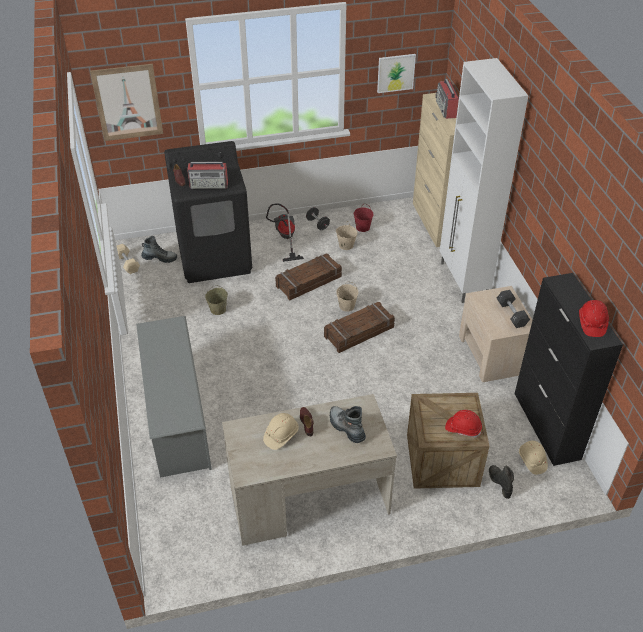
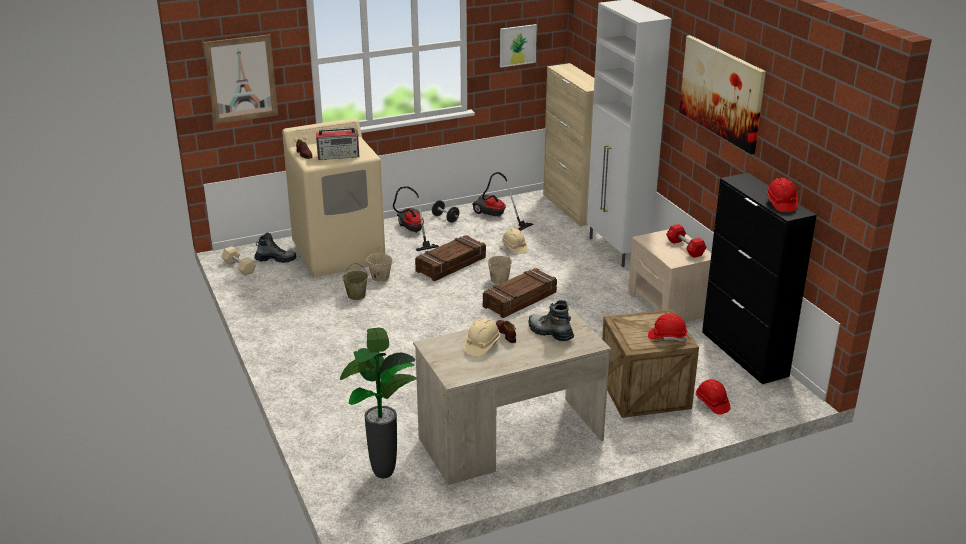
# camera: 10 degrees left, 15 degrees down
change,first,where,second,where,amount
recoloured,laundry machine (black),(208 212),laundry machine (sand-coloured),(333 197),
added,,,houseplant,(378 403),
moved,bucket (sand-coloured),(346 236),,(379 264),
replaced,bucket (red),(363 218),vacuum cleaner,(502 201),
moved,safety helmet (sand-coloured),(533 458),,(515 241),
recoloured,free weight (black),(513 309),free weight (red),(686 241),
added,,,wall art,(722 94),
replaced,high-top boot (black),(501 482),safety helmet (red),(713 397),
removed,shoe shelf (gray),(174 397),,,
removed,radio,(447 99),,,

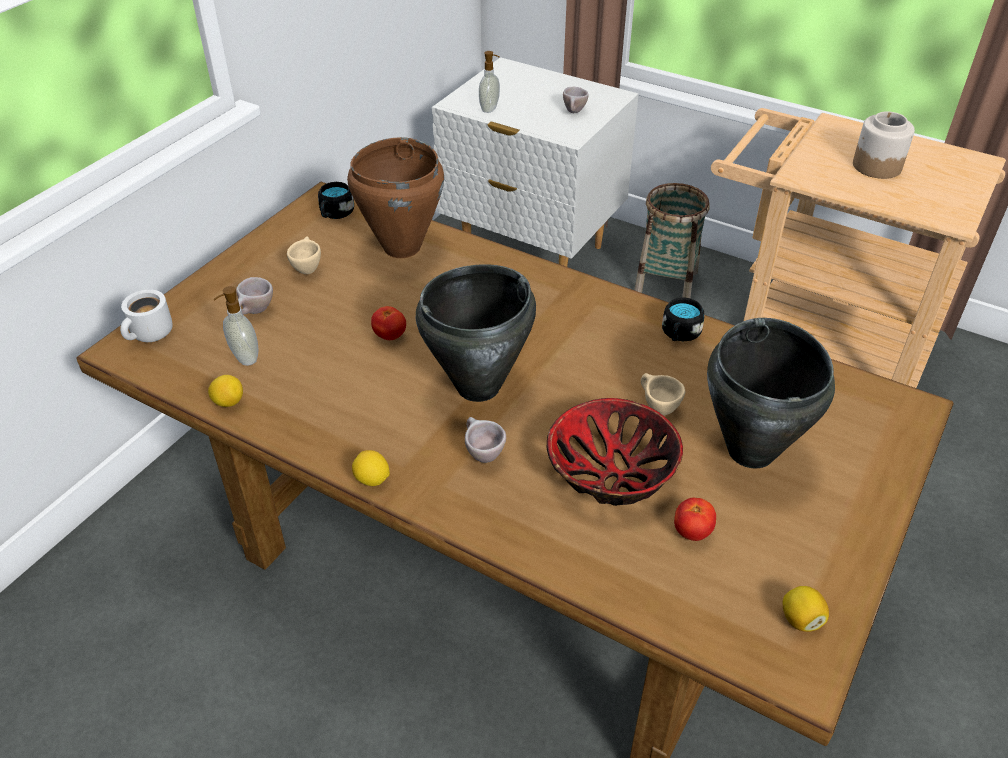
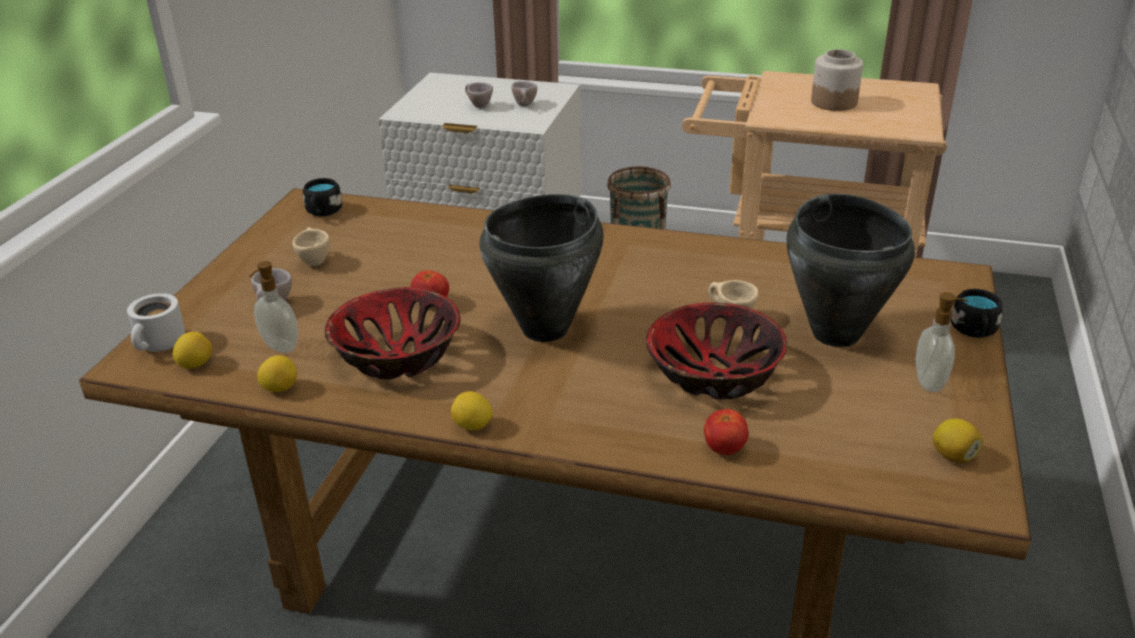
# camera: 15 degrees left, 10 degrees down
change,first,where,second,where,amount
added,,,lemon,(192 350),
added,,,serving bowl,(393 333),
moved,small cup (sand-coloured),(485 440),,(479 95),
moved,tomato,(695 519),,(726 432),
moved,liquid soap bottle,(489 82),,(942 342),
moved,coffee mug (black),(683 319),,(977 313),
removed,saucepot (brown-coloured),(395 197),,,

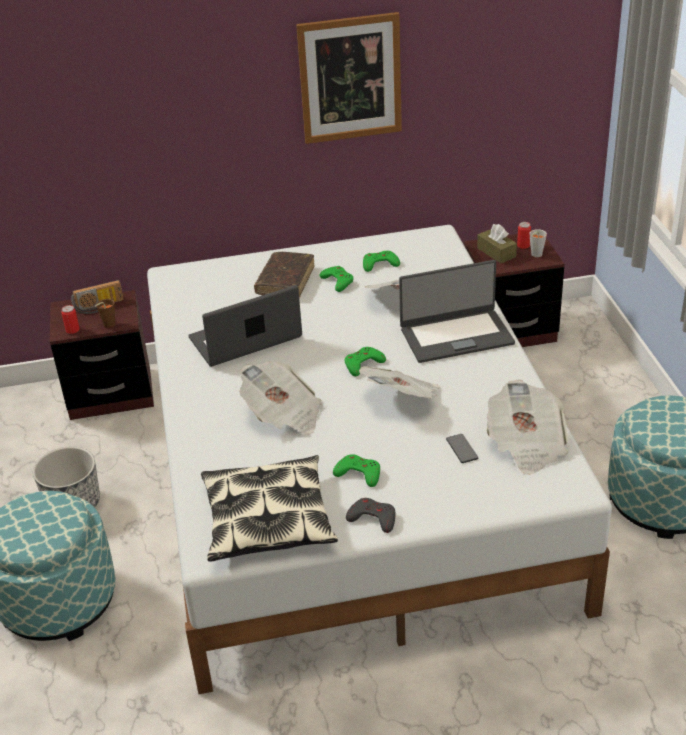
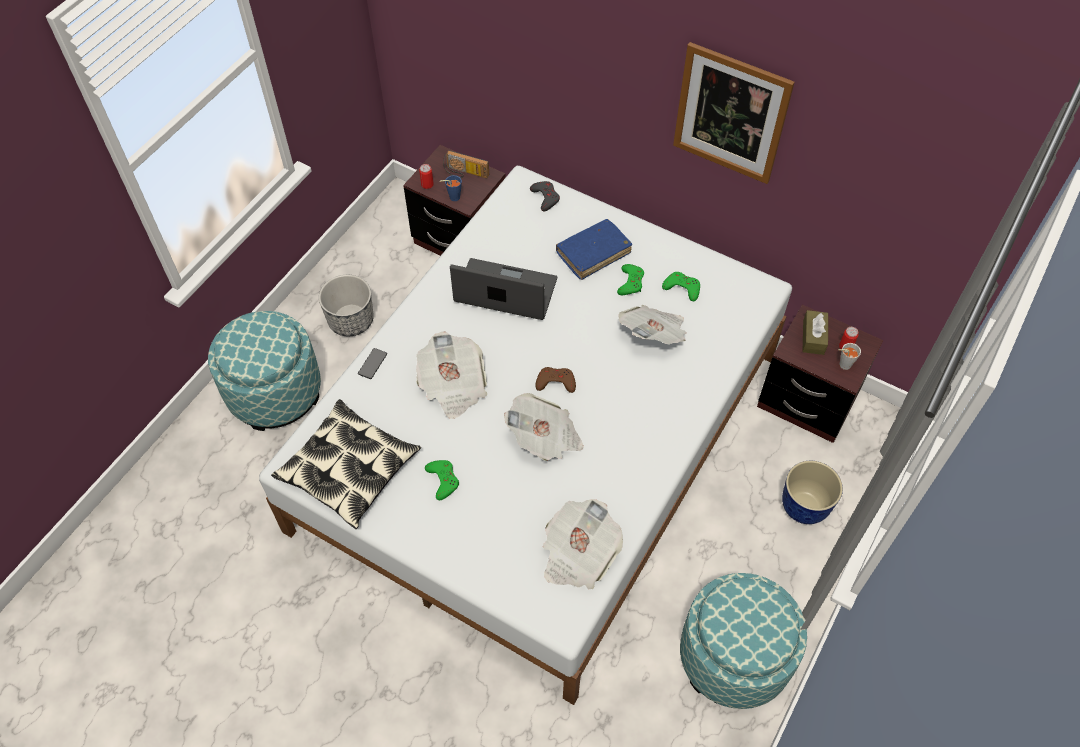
# camera: 40 degrees right, 20 degrees up
change,first,where,second,where,amount
moved,phone,(462 448),,(372 363),
recoloured,small cup (brown-coloured),(105 313),small cup (bluish),(451 188),
moved,joypad (gray),(371 515),,(545 196),
recoloured,joypad (green),(365 361),joypad (brown-coloured),(555 380),
recoloured,bound book (brown-coloured),(284 275),bound book (bluish),(594 249),
added,,,plant pot,(812 492),
removed,portable computer,(457 311),,,

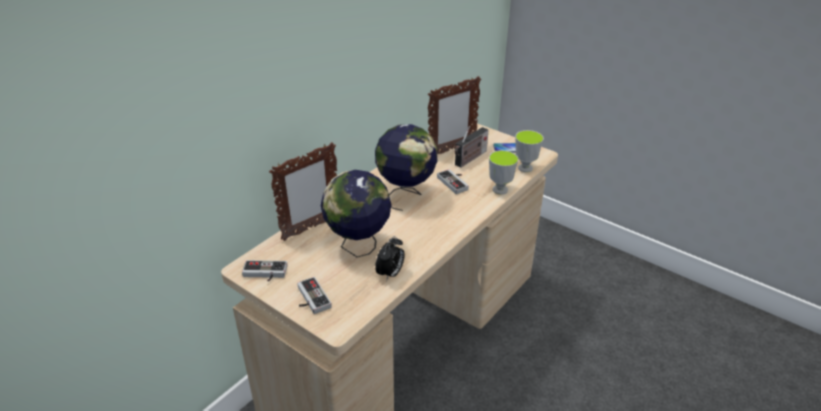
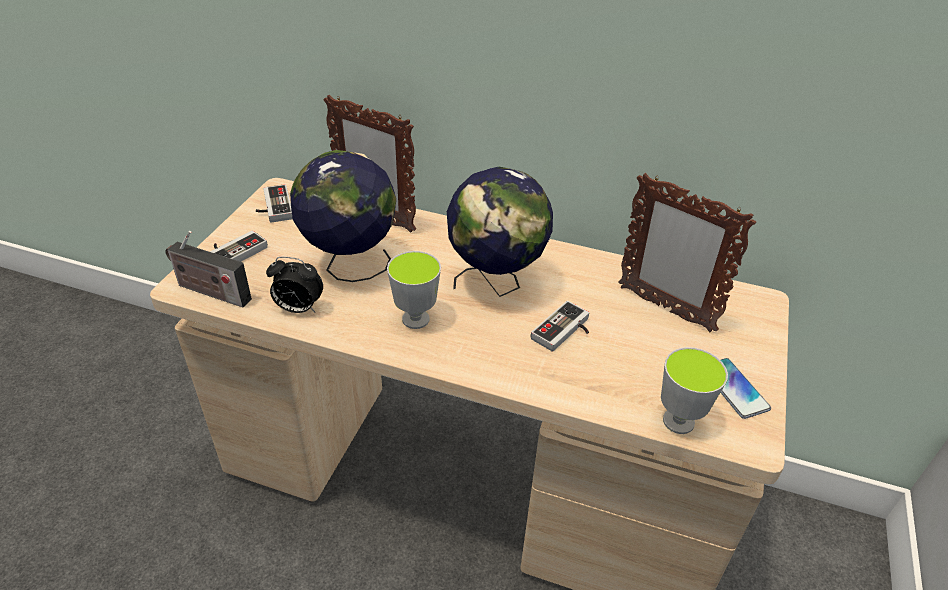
# camera: 70 degrees right, 5 degrees up
change,first,where,second,where,amount
moved,radio,(471 147),,(208 269),
moved,small cup,(503 172),,(414 290),

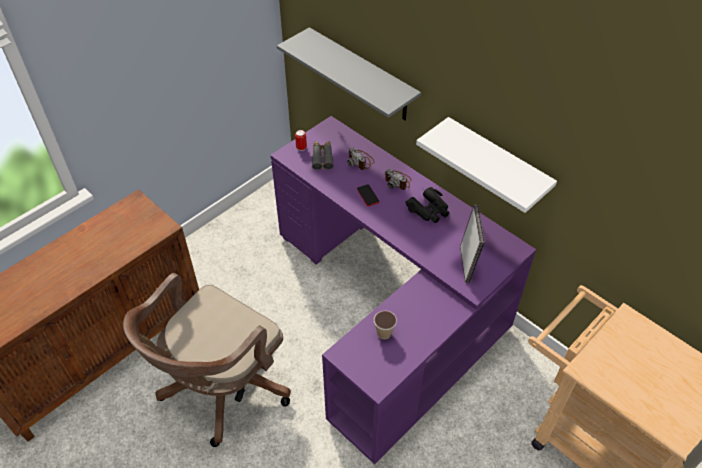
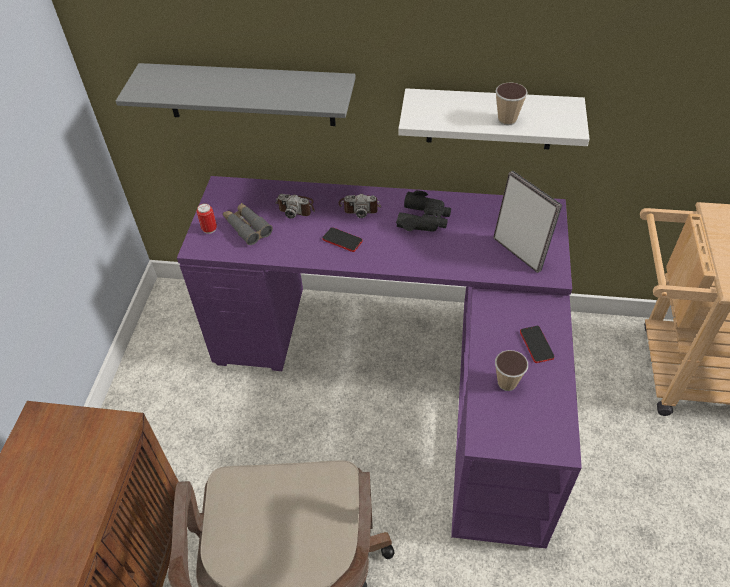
# camera: 35 degrees left, 0 degrees up
change,first,where,second,where,amount
added,,,small cup,(511 103),
added,,,phone,(537 344),

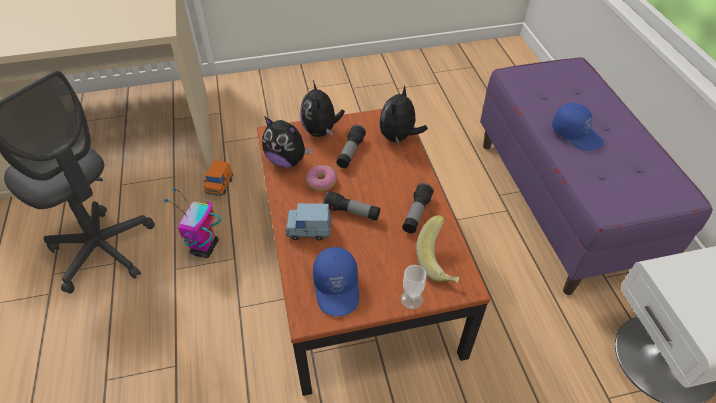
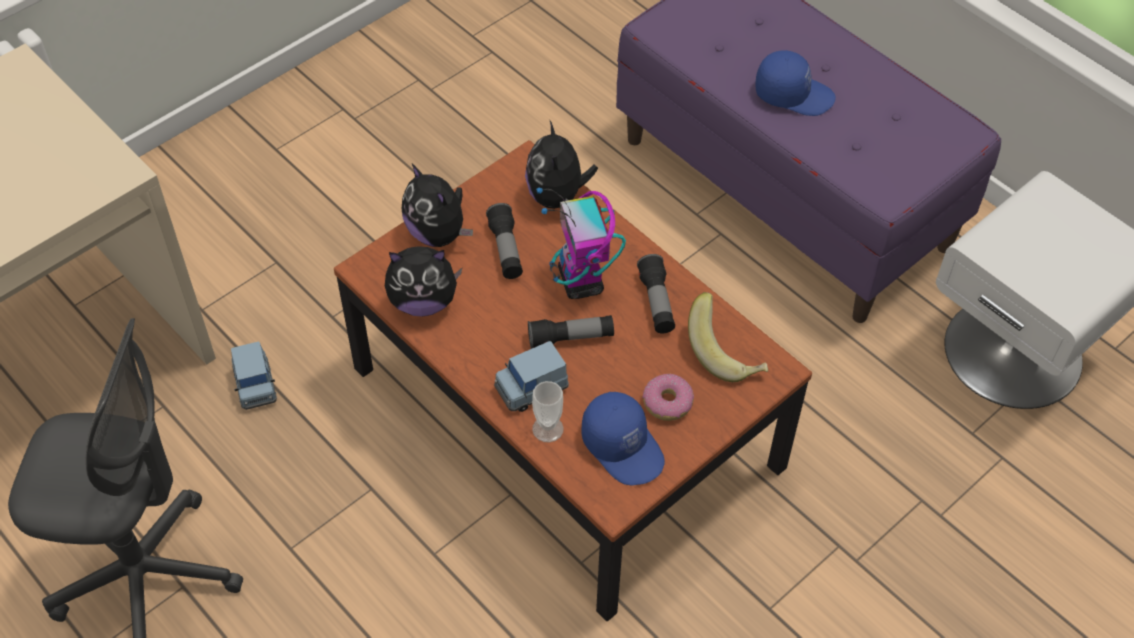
# camera: 30 degrees left, 5 degrees up
change,first,where,second,where,amount
recoloured,miniature car (orange-coloured),(218 178),miniature car (bluish),(254 375),
moved,small cup,(413 287),,(548 411),
moved,toy robot,(192 223),,(581 243),
moved,doughnut,(321 178),,(668 397),

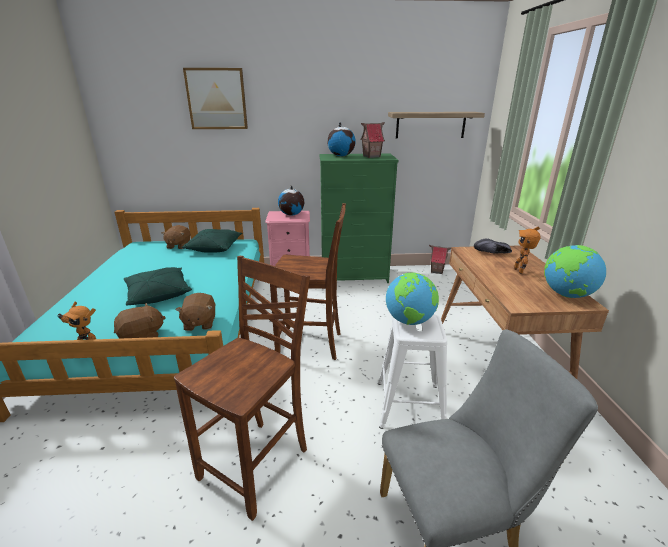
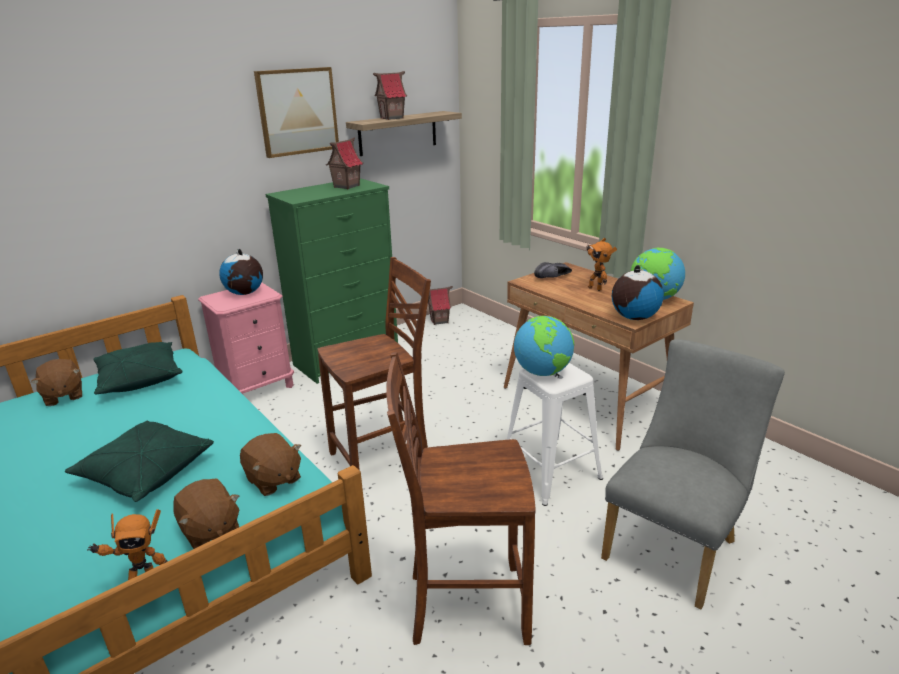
# camera: 35 degrees left, 0 degrees up
change,first,where,second,where,amount
turned,plush toy (brown-coloured),(140 321),,(206 513),120 degrees clockwise
moved,wall art,(215 98),,(296 112),
added,,,model house,(390 95),
turned,chair (brown-coloured),(242 388),,(460 498),90 degrees counterclockwise
moved,desk globe,(341 139),,(638 292),

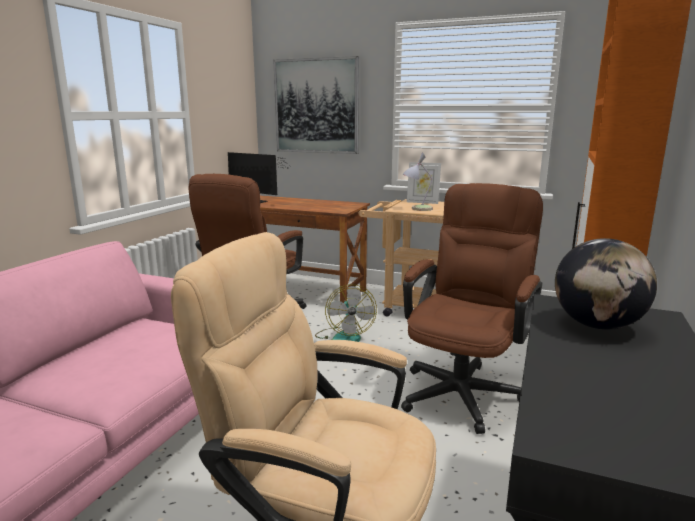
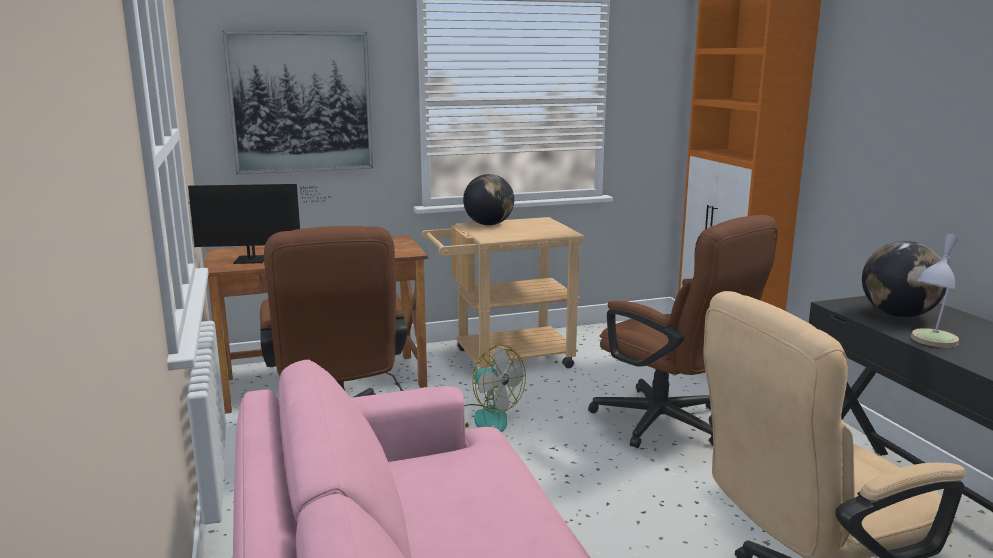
# camera: 40 degrees left, 0 degrees up
change,first,where,second,where,amount
replaced,standing frame,(424 183),desk globe,(488 199),
turned,computer chair (brown-coloured),(472 308),,(683 331),150 degrees clockwise
moved,lamp for a table,(418 181),,(935 291),

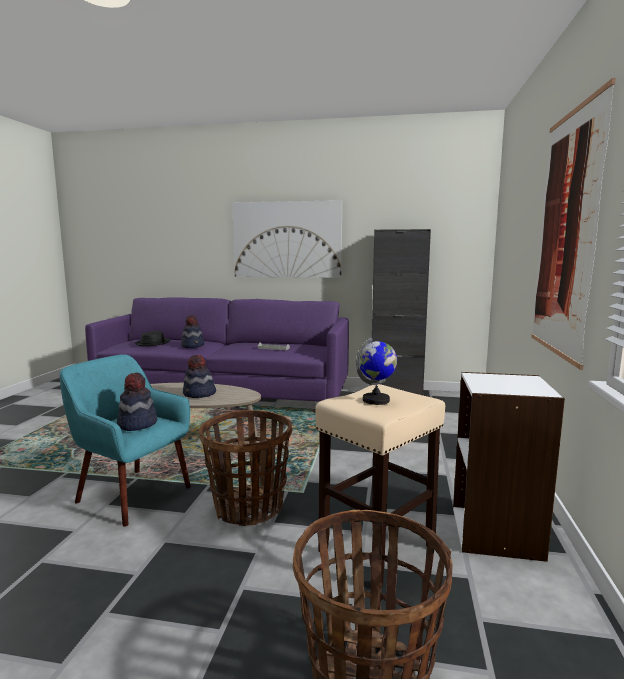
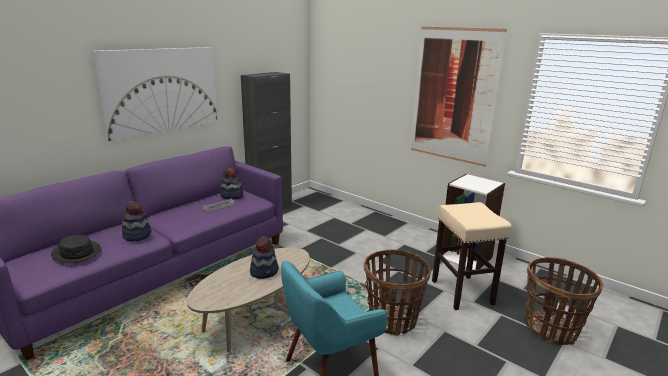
# camera: 60 degrees left, 10 degrees up
change,first,where,second,where,amount
moved,hat,(137 402),,(231 183),
removed,desk globe,(376 371),,,

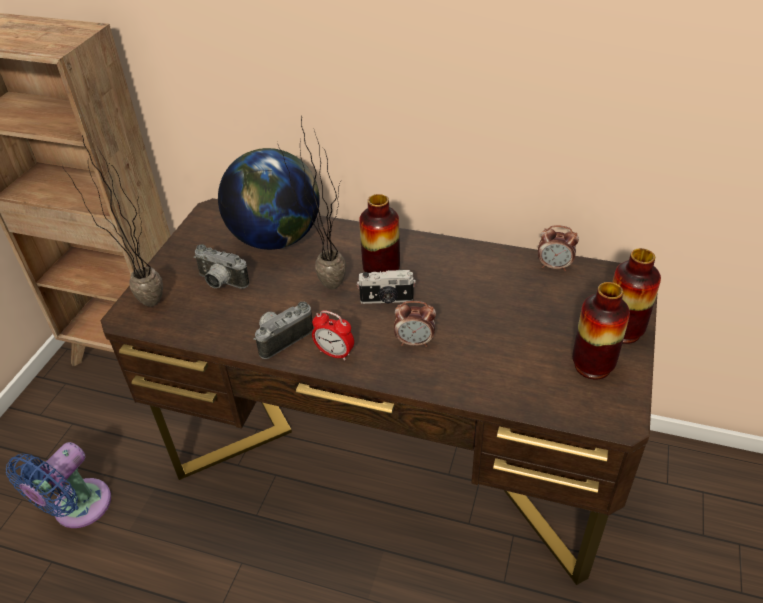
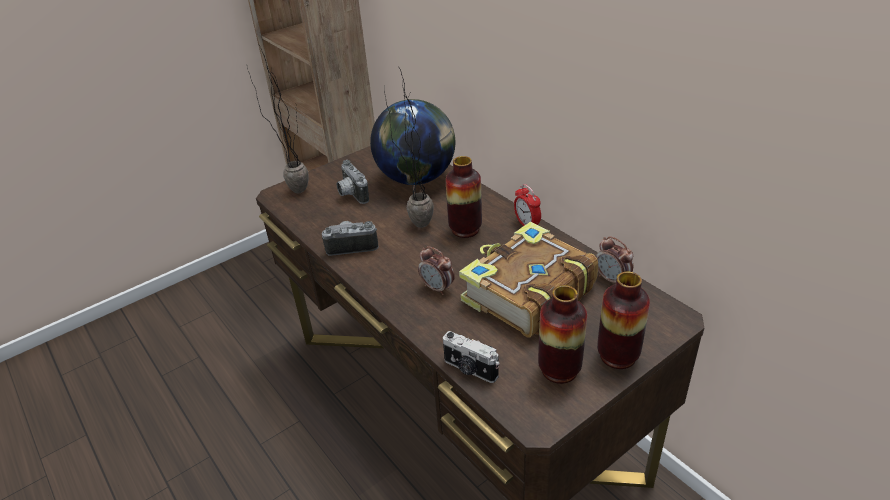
# camera: 35 degrees right, 5 degrees down
change,first,where,second,where,amount
moved,photo camera,(386 287),,(471 357),
added,,,bound book,(528 280),
moved,bedside clock,(333 335),,(527 205),
removed,electric fan (bluish),(58 485),,,

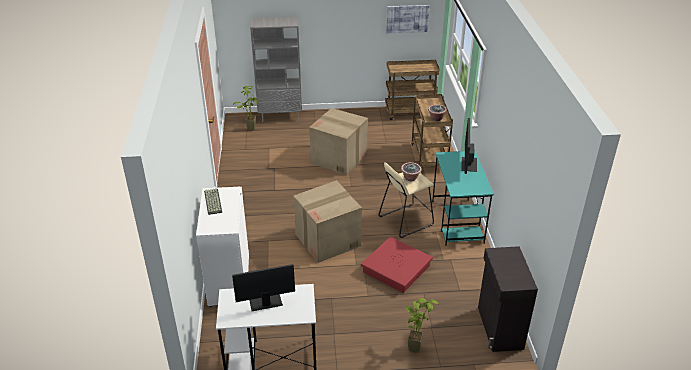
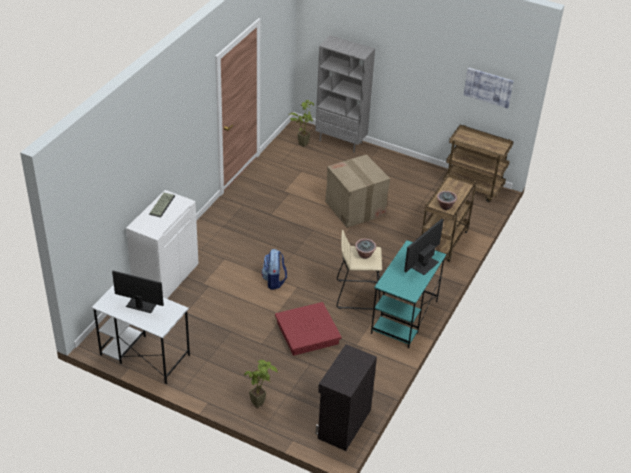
# camera: 30 degrees right, 5 degrees up
change,first,where,second,where,amount
replaced,cardboard box,(327 221),backpack,(274 269),

